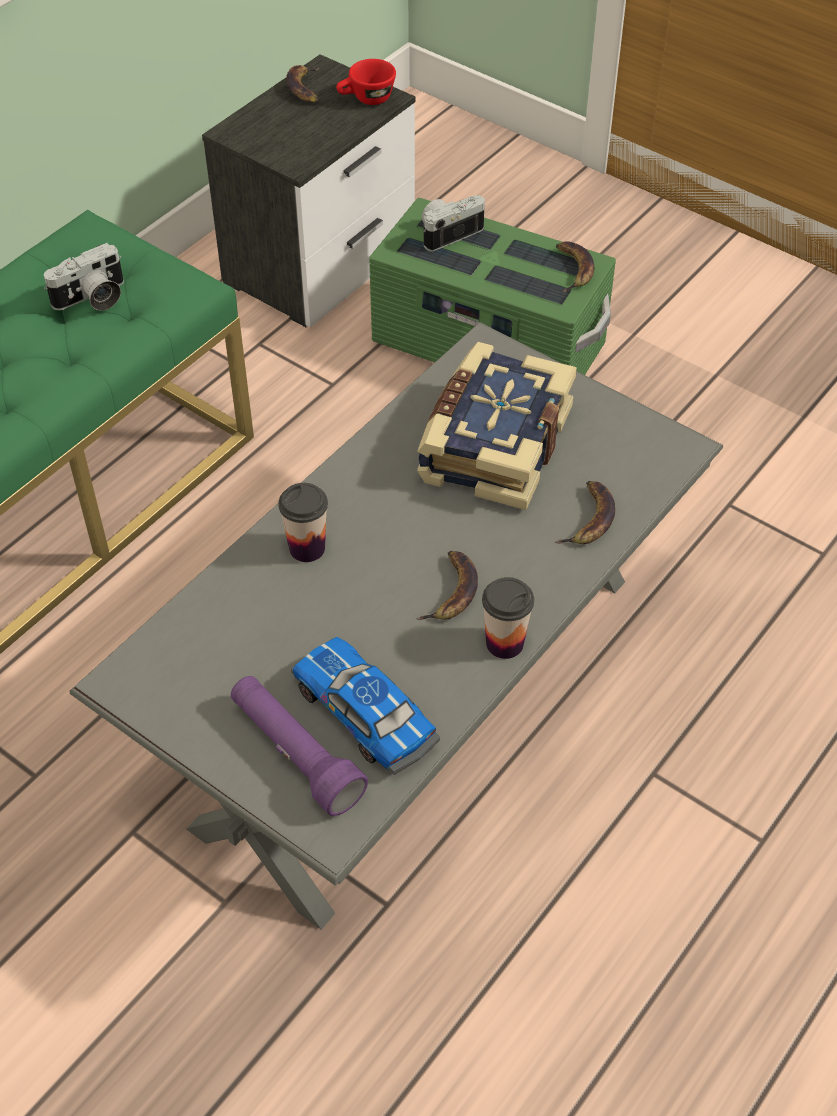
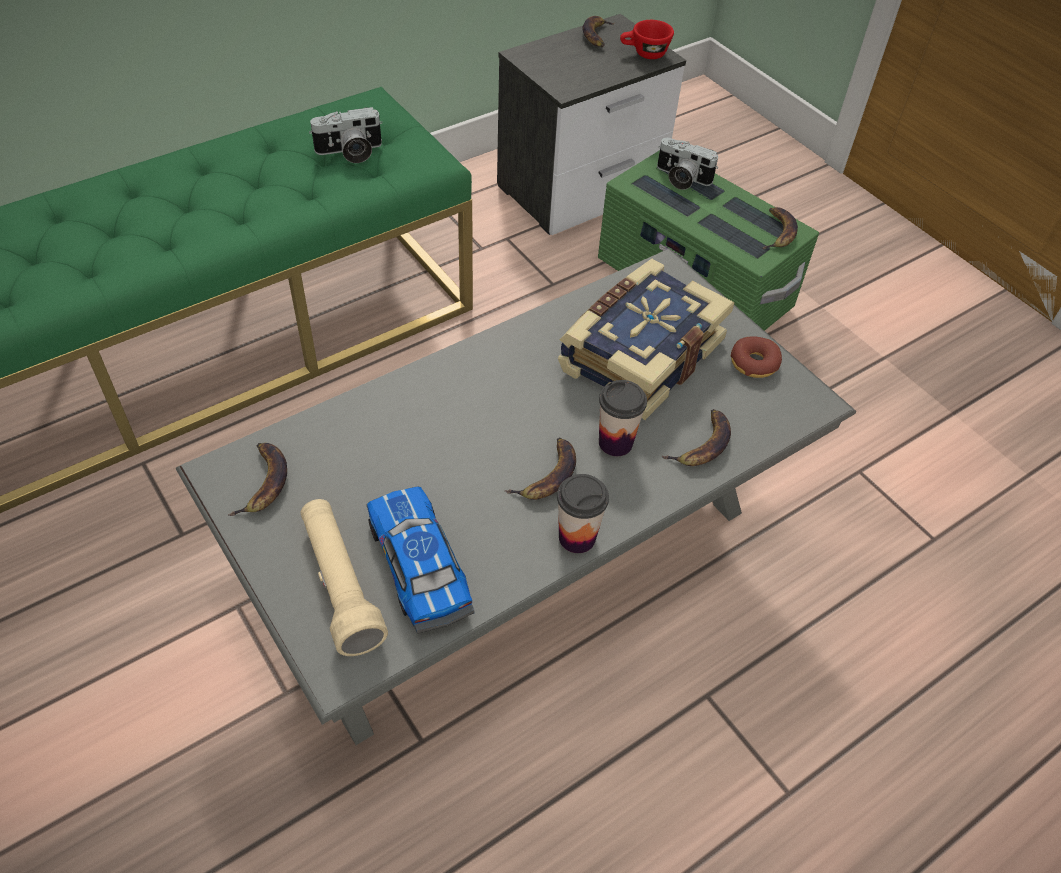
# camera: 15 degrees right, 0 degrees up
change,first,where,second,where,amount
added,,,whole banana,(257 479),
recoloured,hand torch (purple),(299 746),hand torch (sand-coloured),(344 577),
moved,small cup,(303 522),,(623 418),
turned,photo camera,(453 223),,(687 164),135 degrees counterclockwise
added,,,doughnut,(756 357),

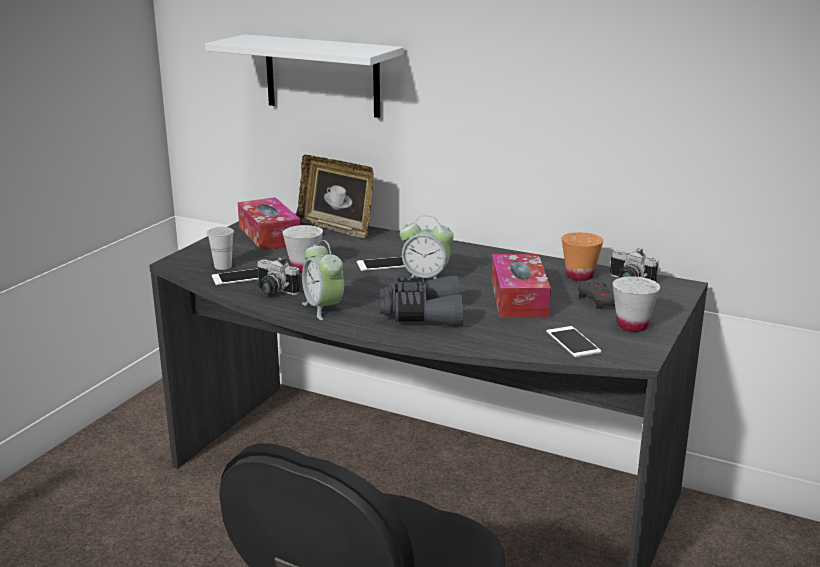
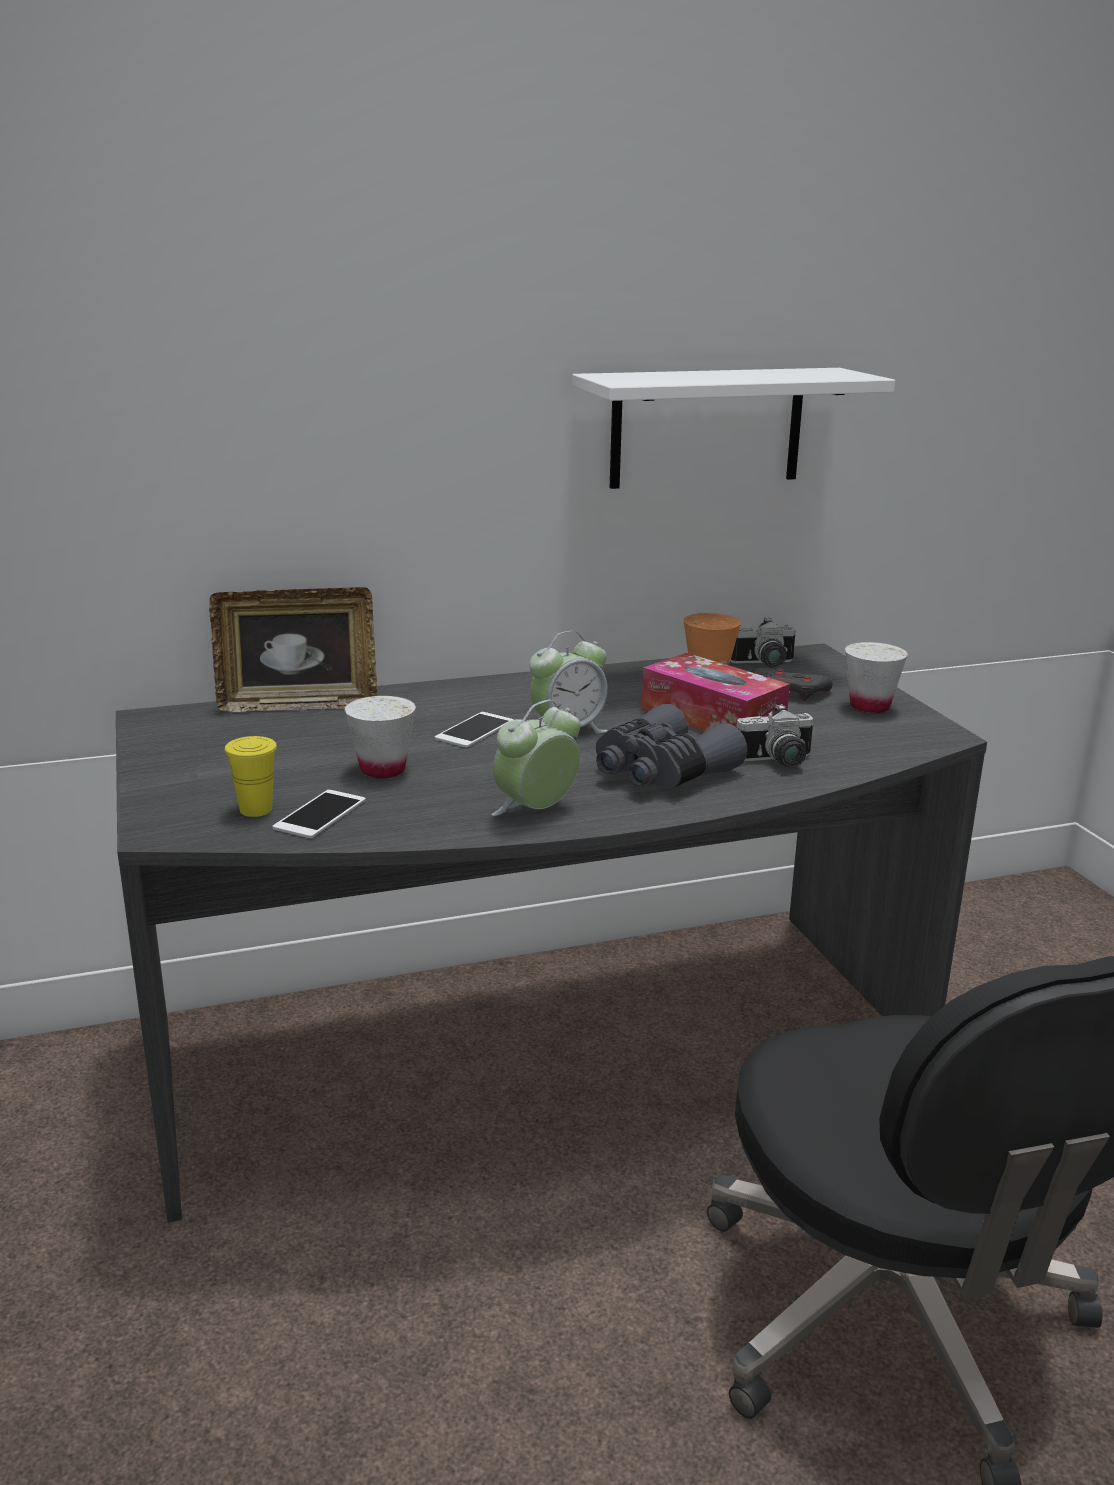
# camera: 45 degrees left, 0 degrees up
change,first,where,second,where,amount
recoloured,small cup (whitish),(220 248),small cup (yellow),(251 776),
turned,bedside clock,(323 280),,(536 758),120 degrees clockwise
moved,wall shelf (whitish),(304 76),,(733 428),
moved,photo camera,(278 276),,(775 735),
removed,tissue box,(269 224),,,
removed,phone,(573 341),,,

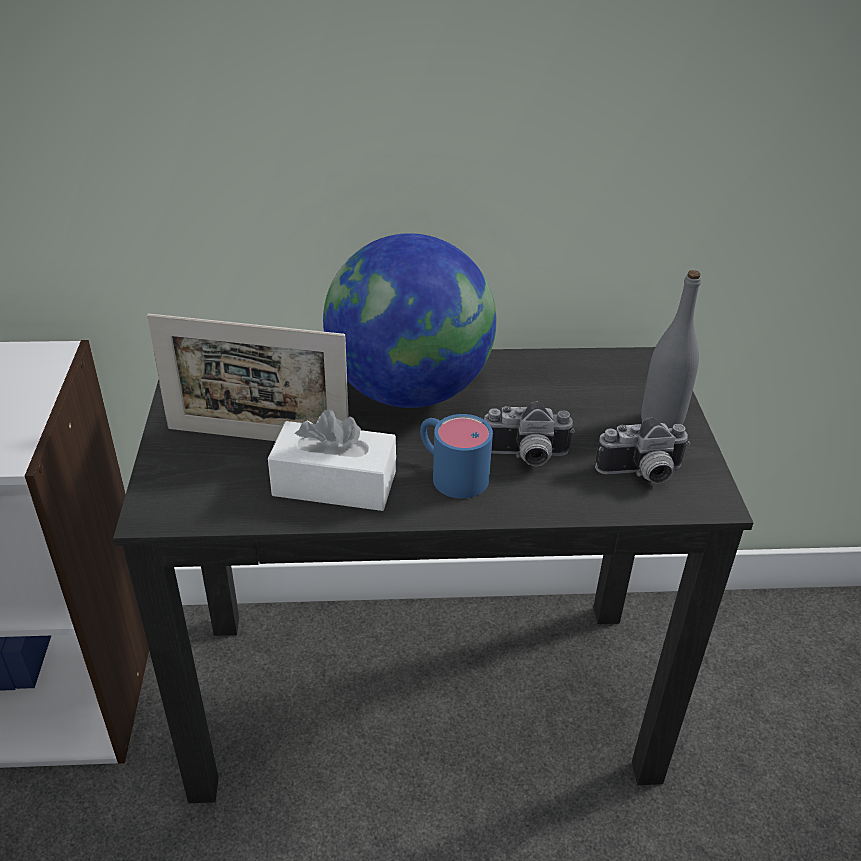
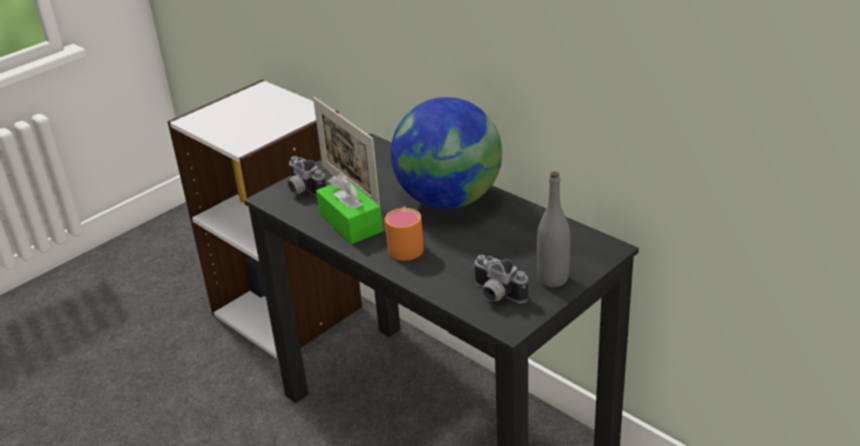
# camera: 50 degrees right, 5 degrees down
change,first,where,second,where,amount
moved,photo camera,(529 434),,(307 176),
recoloured,tissue box (whitish),(332 460),tissue box (green),(349 209),
recoloured,coffee mug (bluish),(456 456),coffee mug (orange-coloured),(404 233),

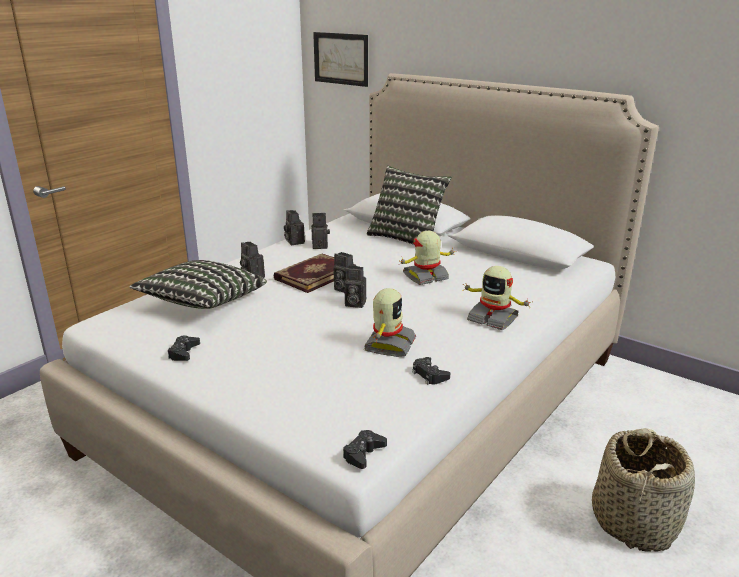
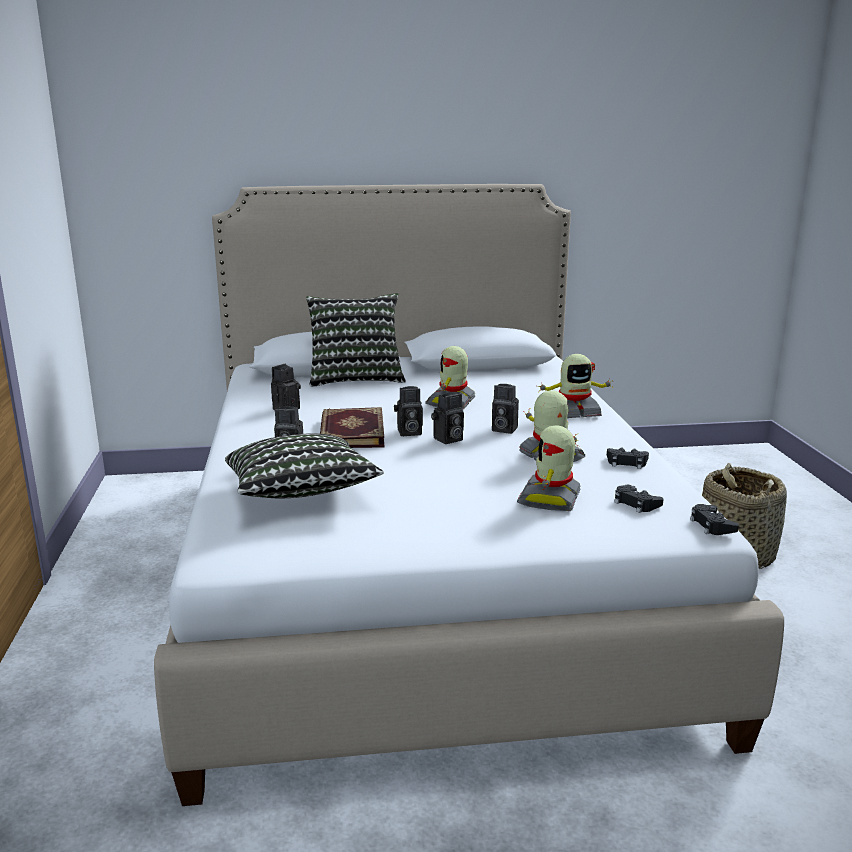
# camera: 45 degrees left, 5 degrees down
change,first,where,second,where,amount
moved,photo camera,(294 227),,(505 409),
added,,,toy robot,(549 468),
moved,joypad (black),(184 348),,(638 499),
removed,wall art,(340 59),,,

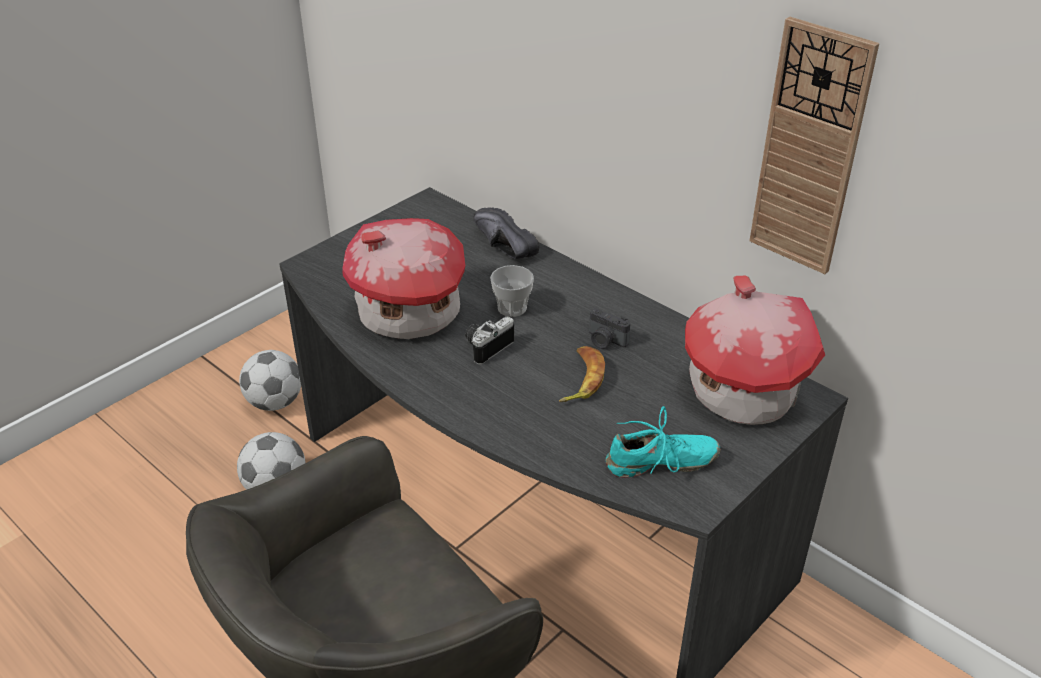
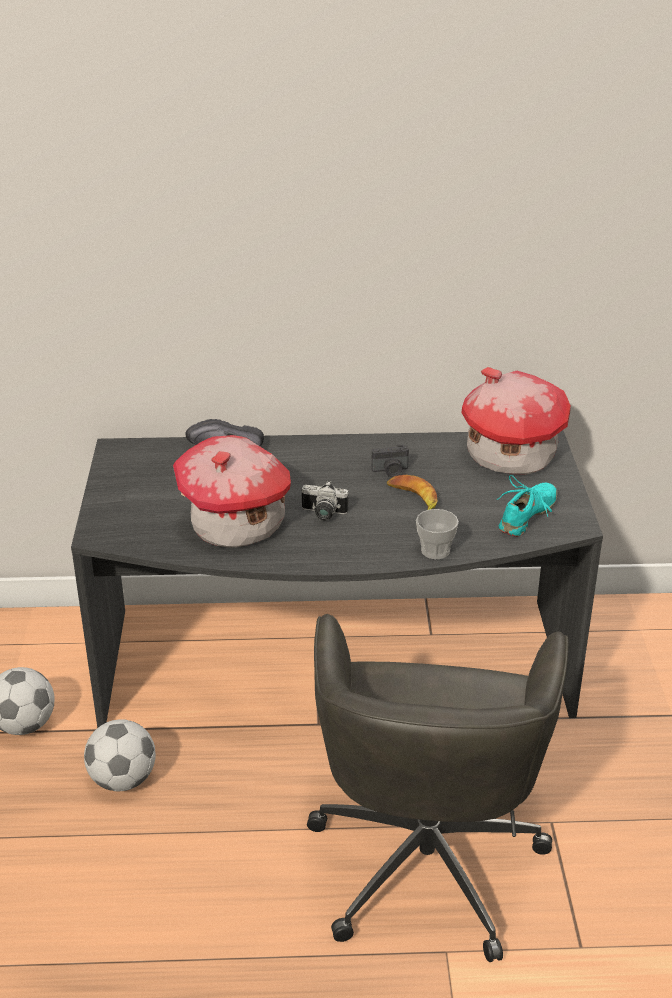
# camera: 45 degrees left, 5 degrees down
change,first,where,second,where,amount
turned,photo camera,(489 340),,(325 501),75 degrees counterclockwise
moved,small cup,(512 291),,(437 534),
removed,wall clock,(814 145),,,

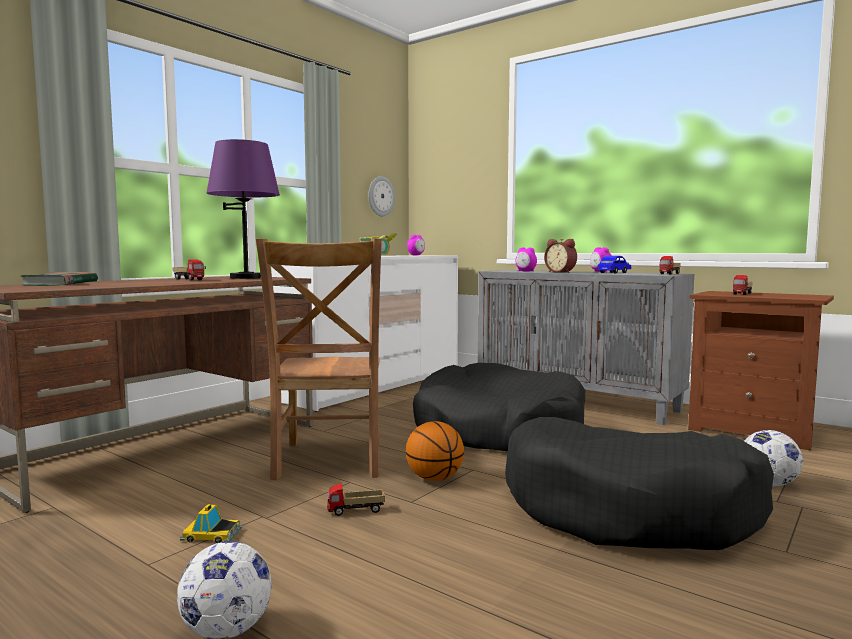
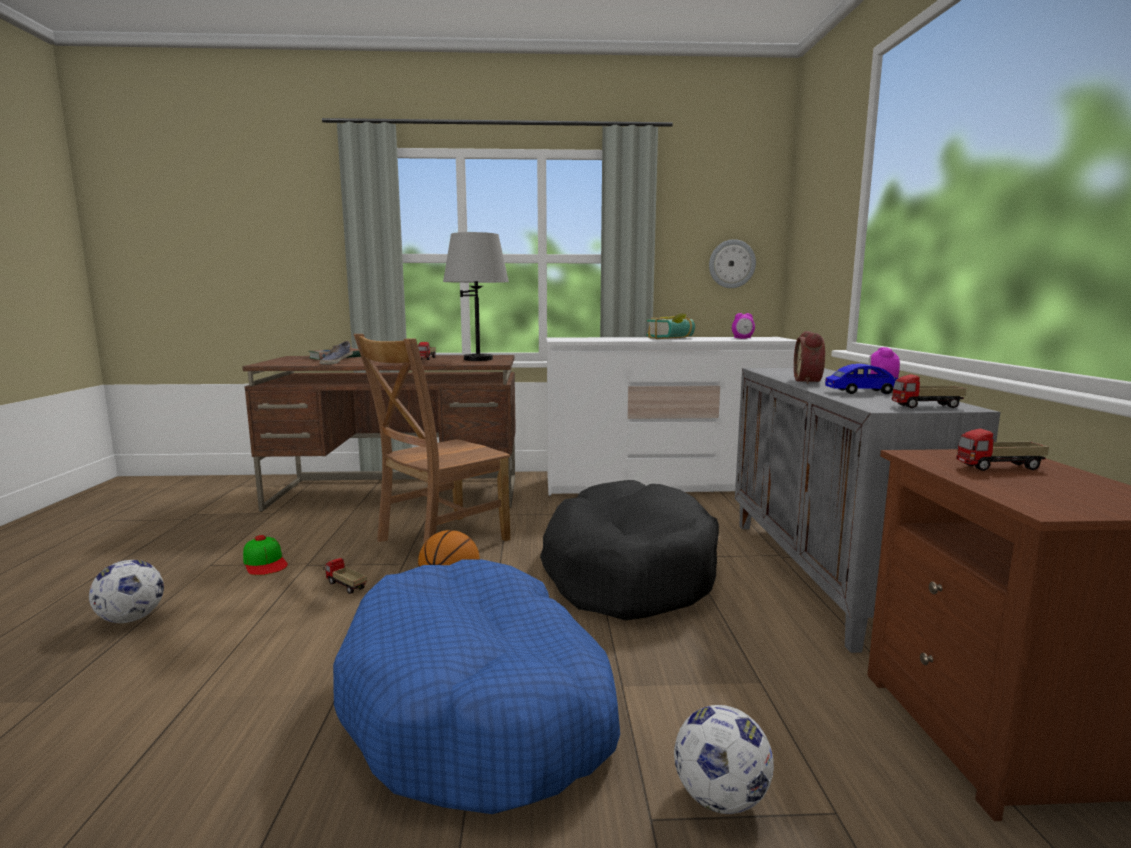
# camera: 50 degrees right, 5 degrees up
change,first,where,second,where,amount
replaced,miniature car,(211 523),peaked cap,(265 555),
added,,,low shoe,(336 353),
recoloured,dog bed (black),(639 483),dog bed (bluish),(476 686),
recoloured,lamp for a table (purple),(243 209),lamp for a table (gray),(476 296),
removed,bedside clock,(526 259),,,

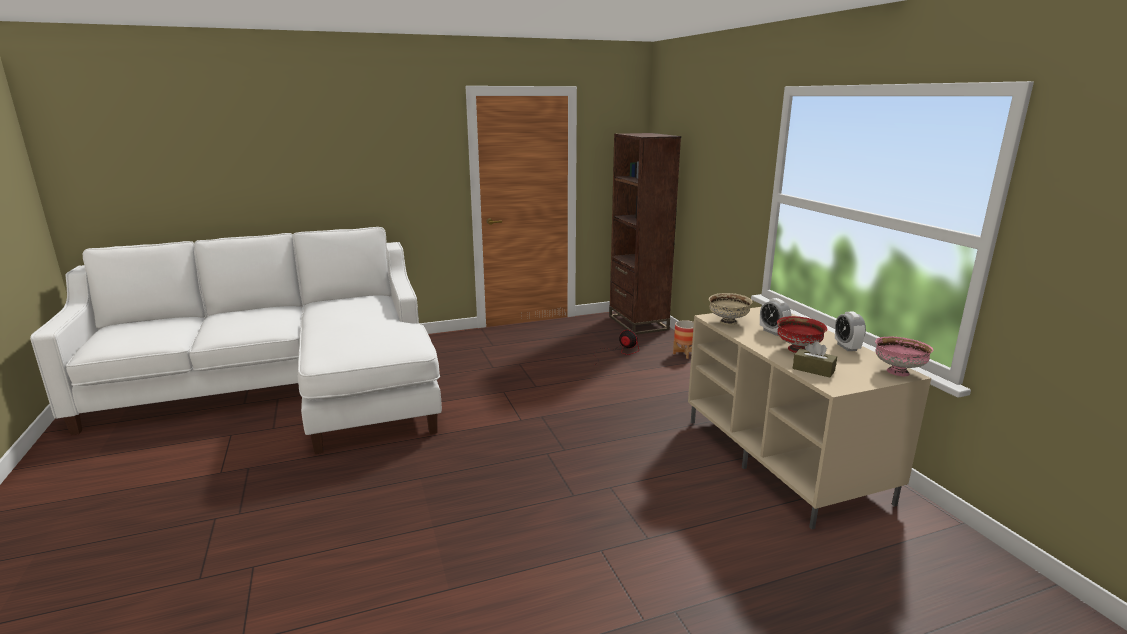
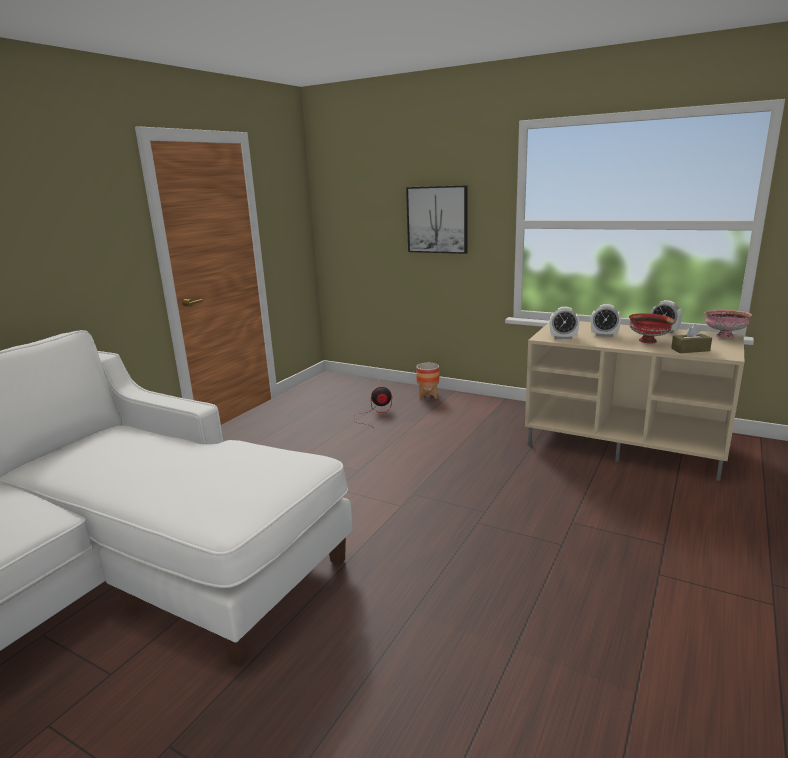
# camera: 40 degrees left, 0 degrees up
change,first,where,second,where,amount
added,,,wall art,(437 219),
replaced,serving bowl (sand-coloured),(730 309),bedside clock,(564 323),
removed,shelving unit (brown-coloured),(645 234),,,

